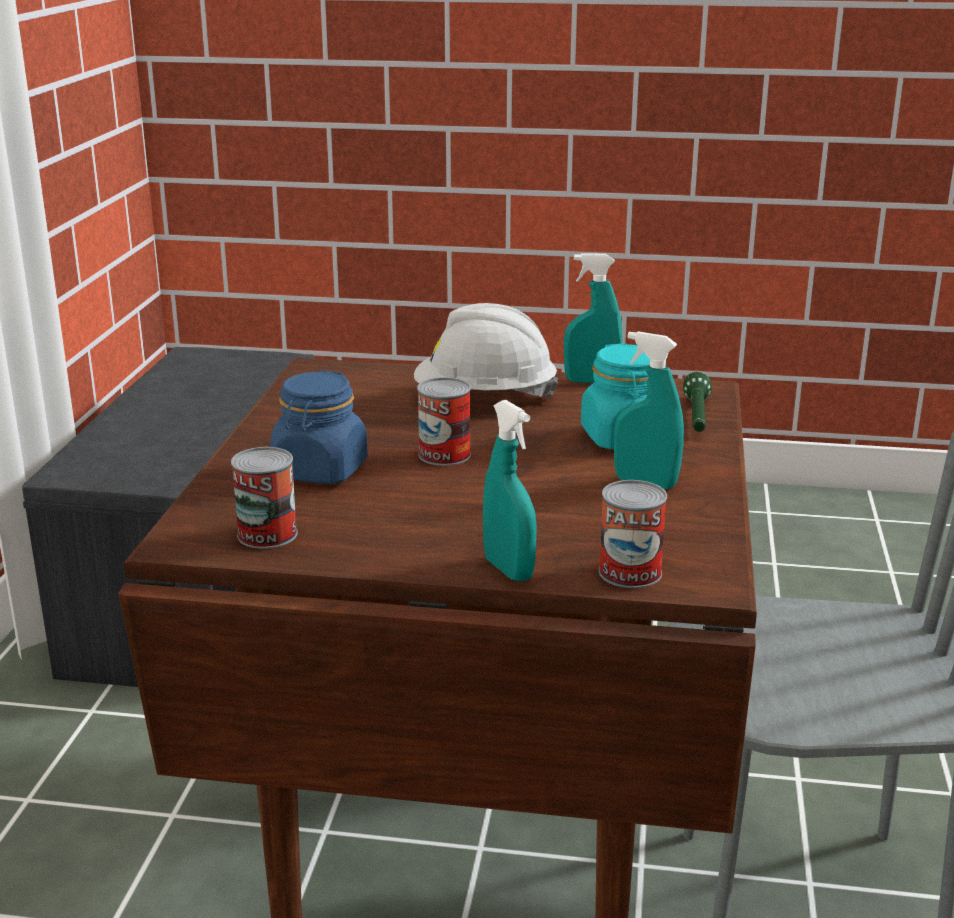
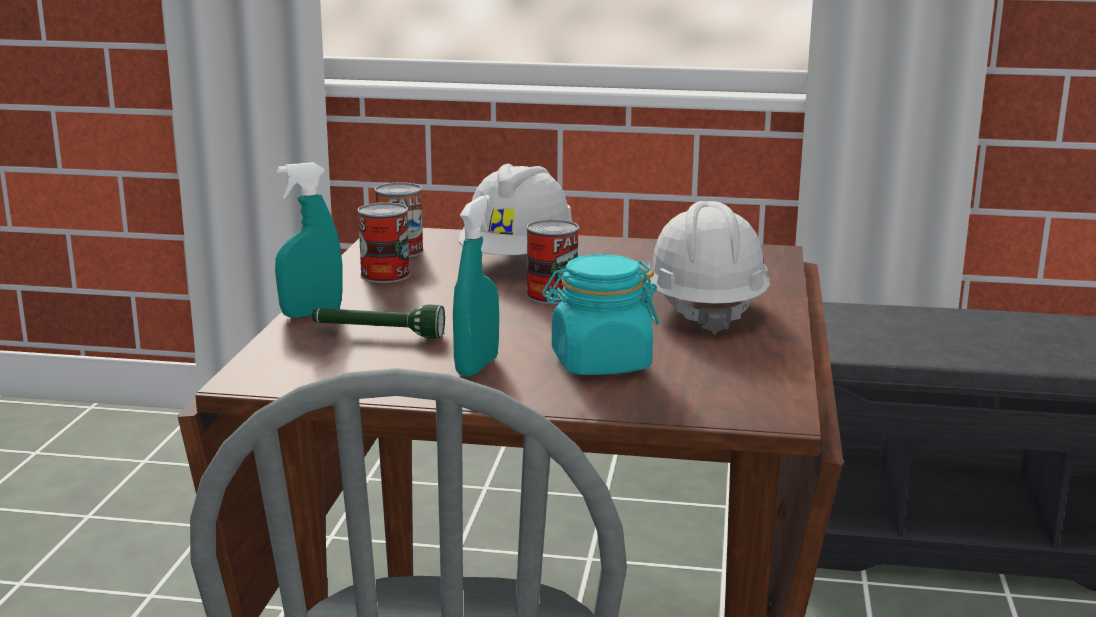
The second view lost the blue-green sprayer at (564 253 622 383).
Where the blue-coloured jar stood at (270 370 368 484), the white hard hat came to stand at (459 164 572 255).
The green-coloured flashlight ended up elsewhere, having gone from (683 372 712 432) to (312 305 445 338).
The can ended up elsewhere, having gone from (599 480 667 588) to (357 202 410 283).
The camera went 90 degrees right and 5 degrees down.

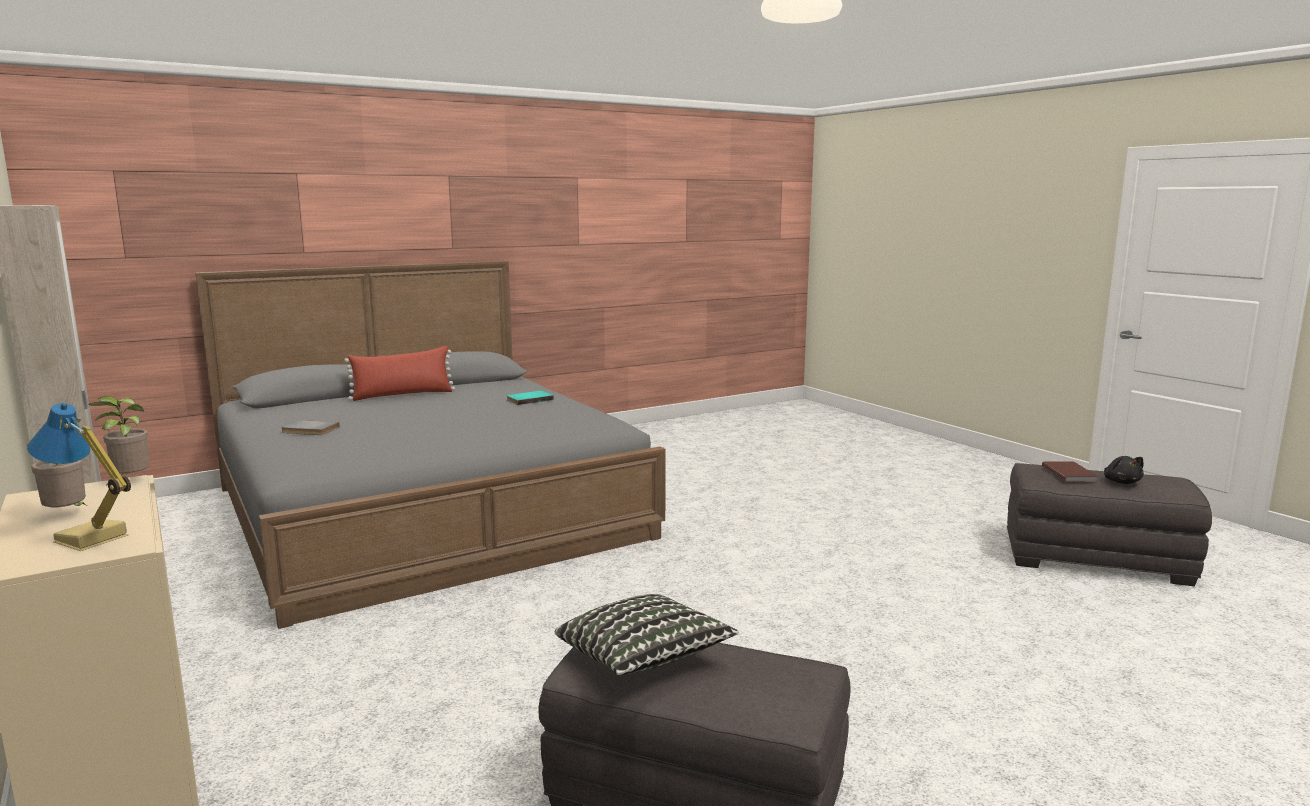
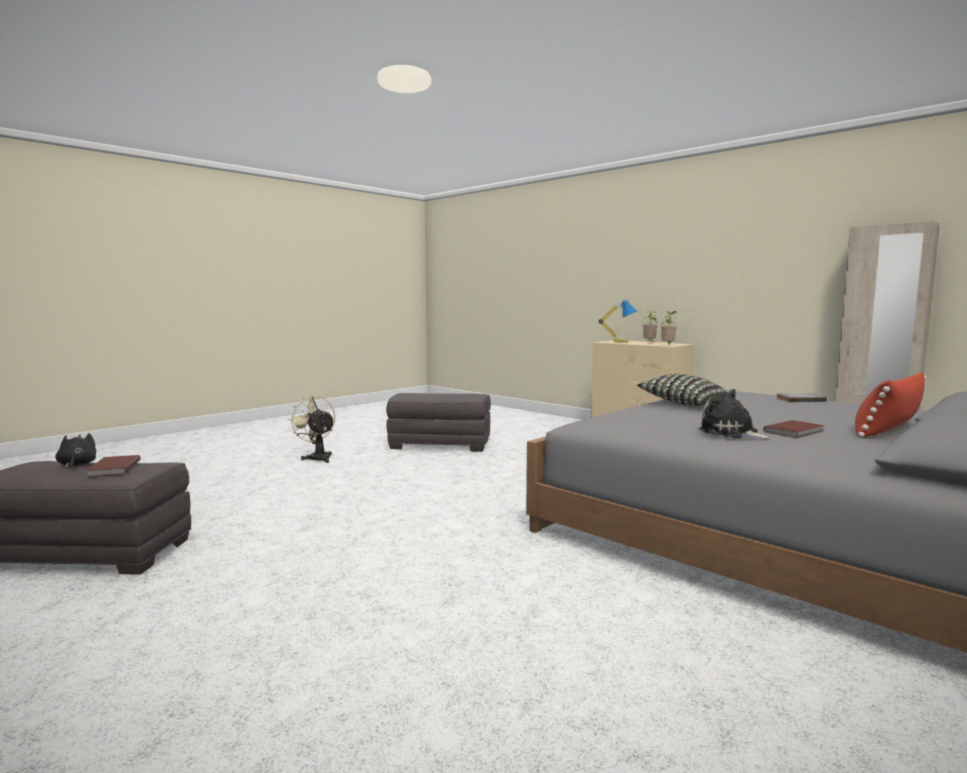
Where the blue-green book stood at (506 391 554 405), the soft toy came to stand at (699 389 773 439).
The pillow ended up elsewhere, having gone from (555 594 739 676) to (637 374 728 407).
The second view gained the beige-coloured electric fan at (288 397 335 463).
The second view gained the brown-coloured book at (763 420 825 438).
The camera went 165 degrees right and 5 degrees down.

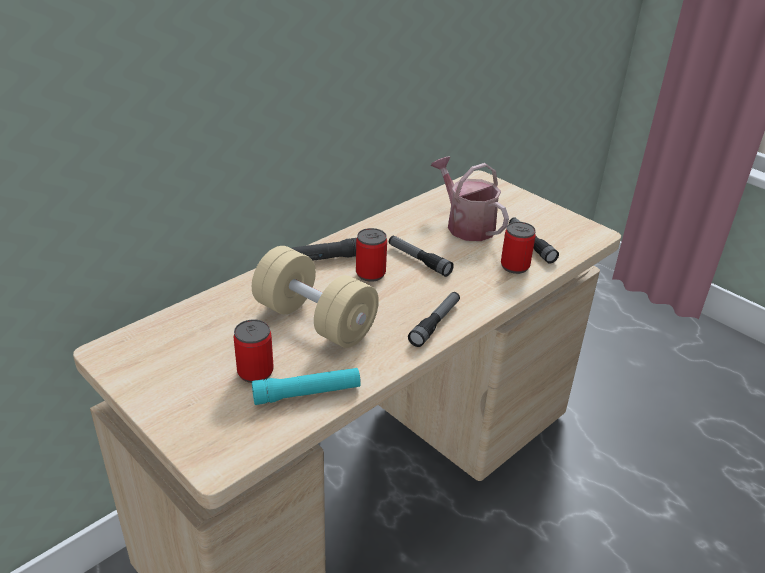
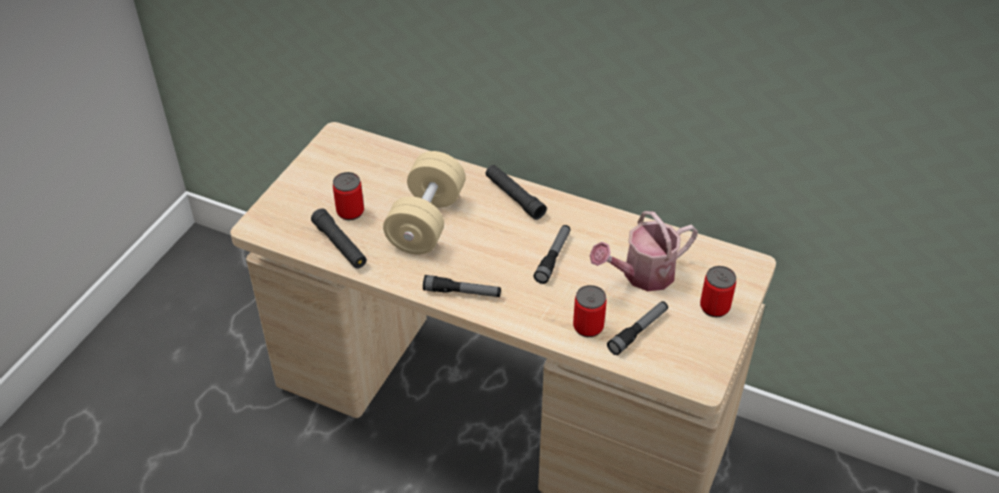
The watering can at (431 157 509 241) ended up facing another way, 150 degrees counterclockwise from before.
The can ended up elsewhere, having gone from (356 228 387 282) to (700 266 736 317).
What was the blue-green flashlight at (252 368 361 405) turned into the black-coloured flashlight at (311 208 367 269).
The camera went 70 degrees right and 10 degrees up.

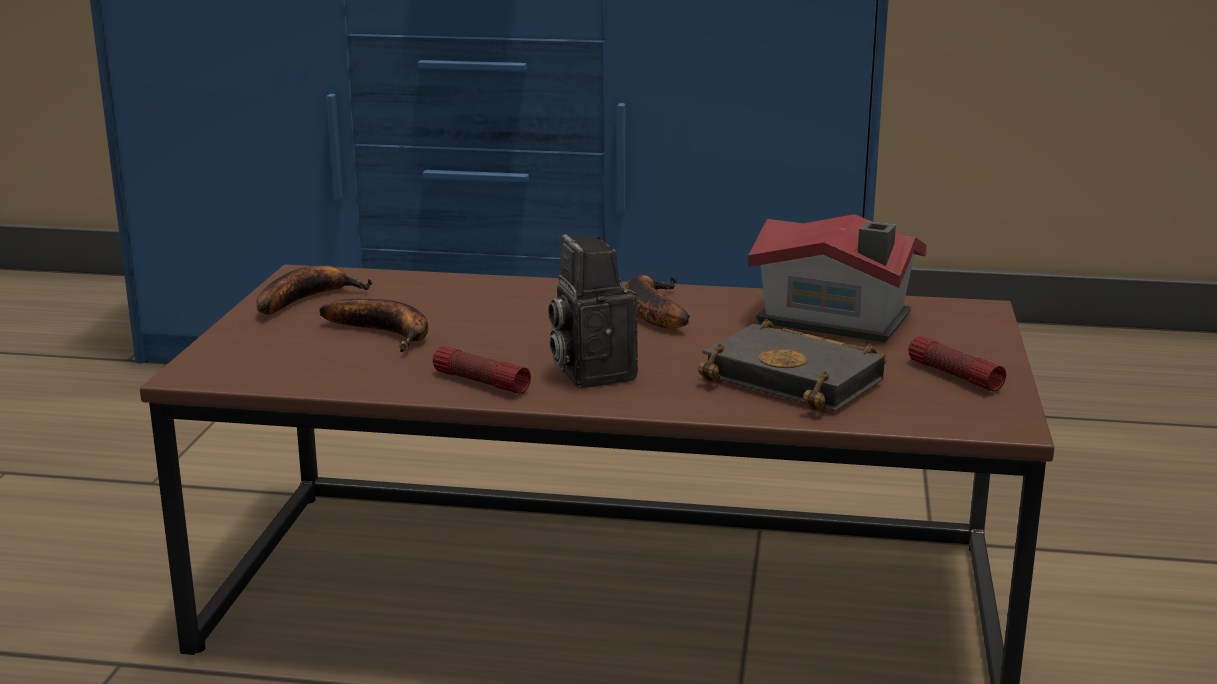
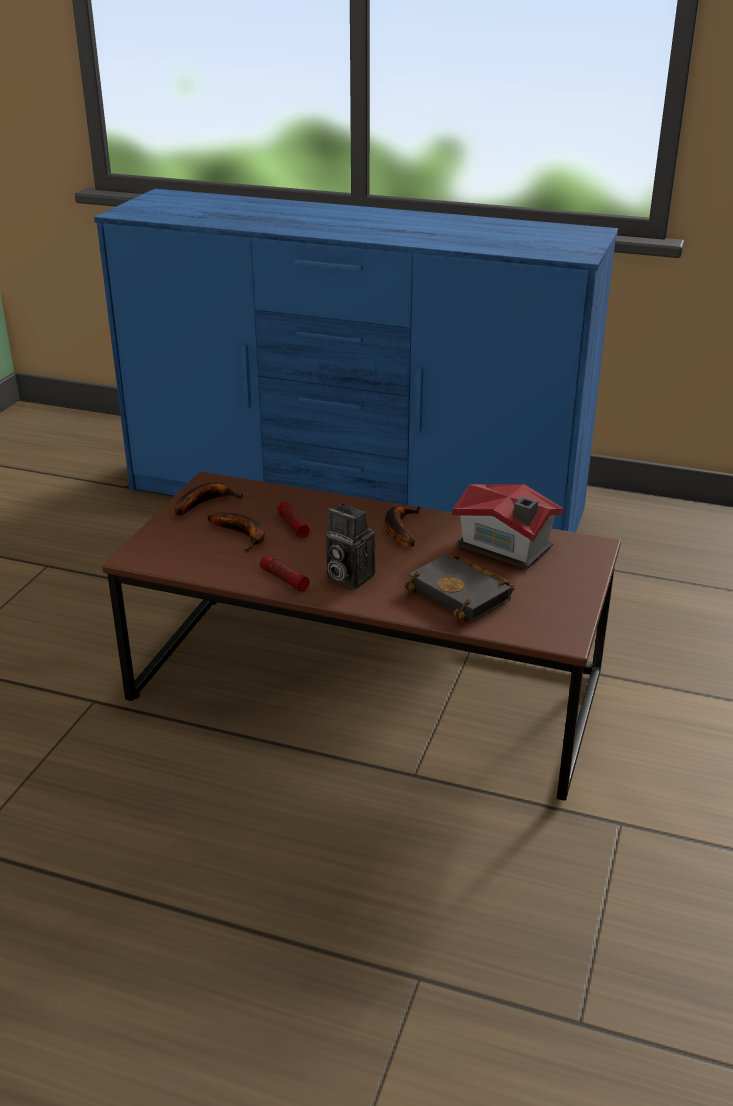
The photo camera at (548 234 638 388) ended up facing another way, 45 degrees counterclockwise from before.
The flashlight ended up elsewhere, having gone from (908 336 1006 392) to (277 502 310 538).
The camera went 10 degrees right and 10 degrees up.

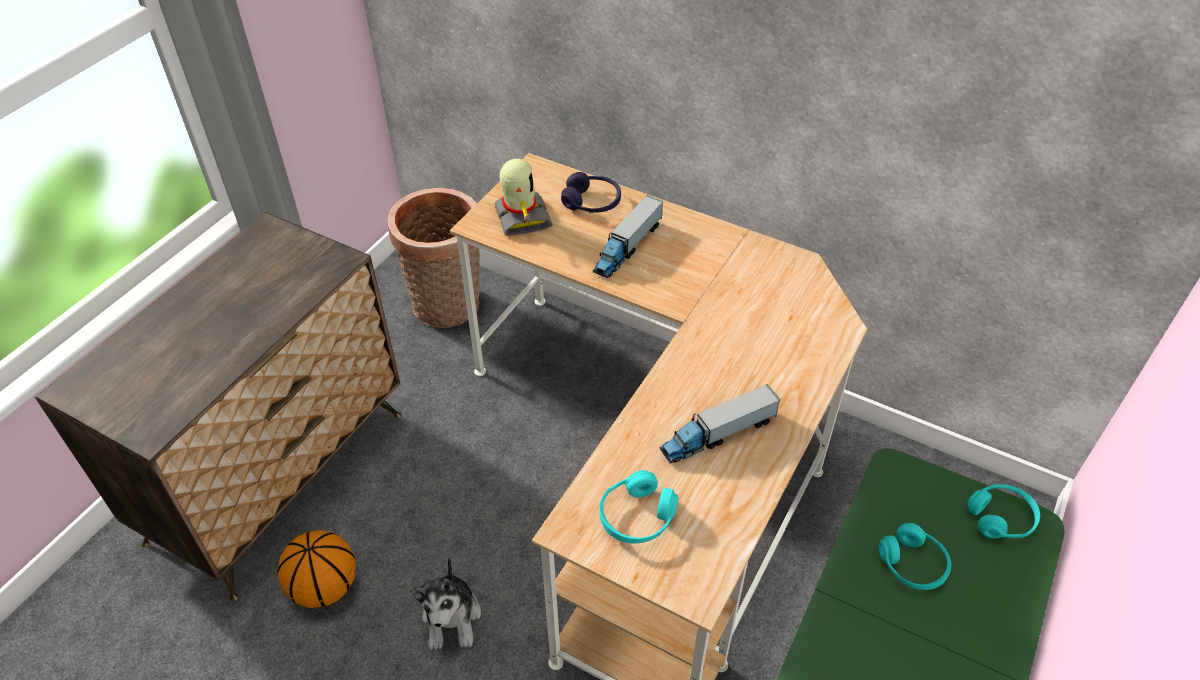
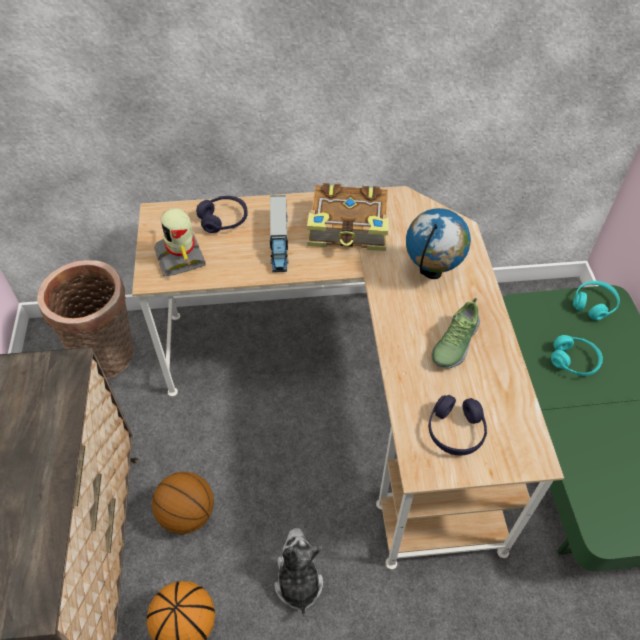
The model robot at (495 159 553 236) ended up facing another way, 150 degrees counterclockwise from before.
Where the model truck stood at (660 384 781 463), the low shoe came to stand at (431 298 480 368).
What was the blue-green headphones at (599 470 679 543) turned into the purple headphones at (428 395 487 455).
The soft toy at (410 556 481 650) ended up facing another way, 150 degrees counterclockwise from before.
The second view gained the book at (307 183 389 251).
The second view gained the desk globe at (406 208 471 279).
The second view gained the basketball ball at (152 472 214 534).
The camera went 35 degrees left and 5 degrees up.

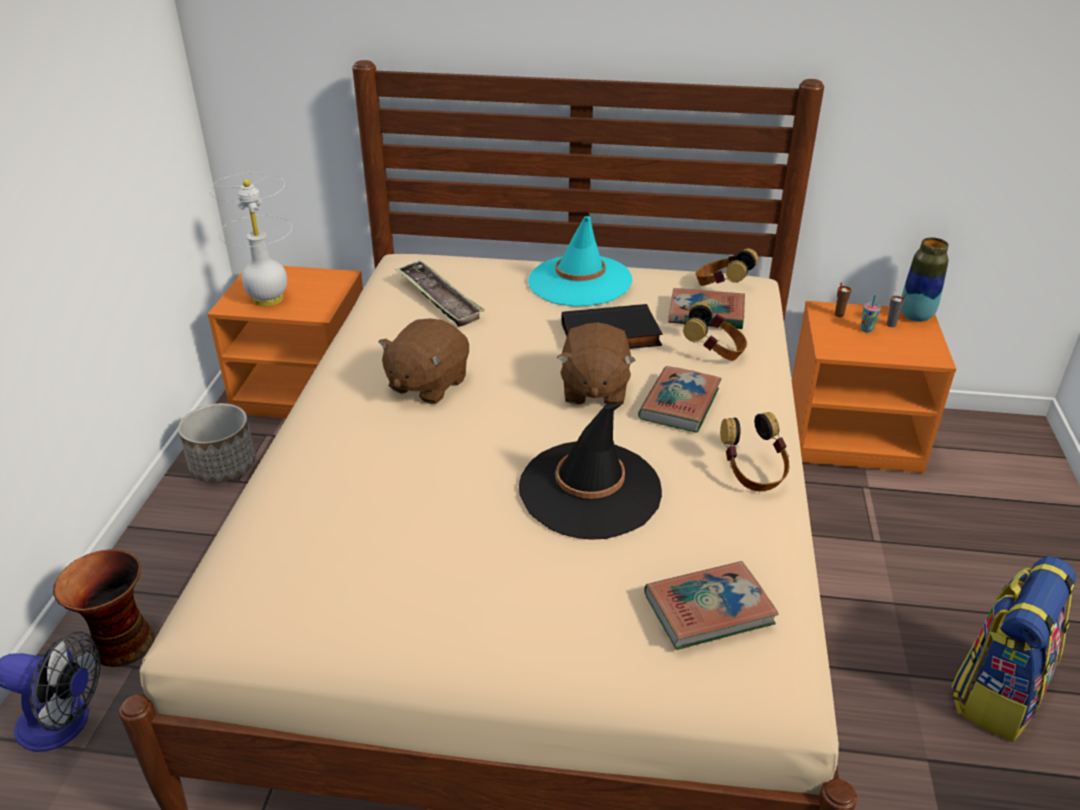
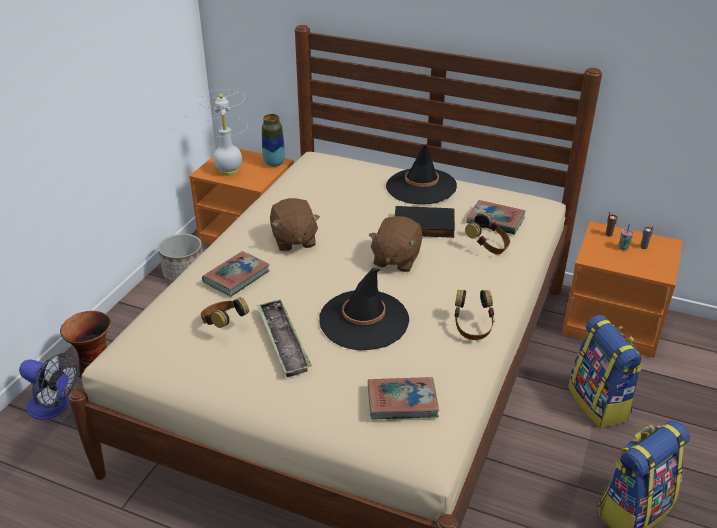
What was the blue-green wearable hat at (528 216 633 307) turned into the black-coloured wearable hat at (386 144 457 204).
The decorative vase ended up elsewhere, having gone from (901 237 949 322) to (262 114 285 167).
The headphones ended up elsewhere, having gone from (696 248 759 286) to (200 297 249 328).
The carrying tray ended up elsewhere, having gone from (395 260 484 327) to (257 299 312 377).
The brown-coloured soft toy at (378 319 469 404) ended up facing another way, 60 degrees counterclockwise from before.
The book ended up elsewhere, having gone from (638 366 722 433) to (202 251 270 297).
The second view gained the rucksack at (568 315 643 428).
The camera went 15 degrees right and 0 degrees up.

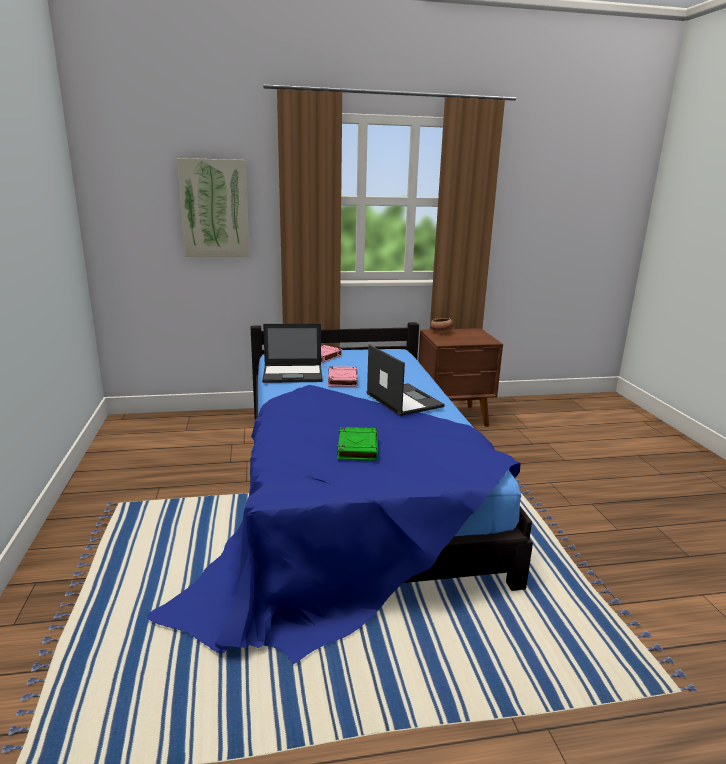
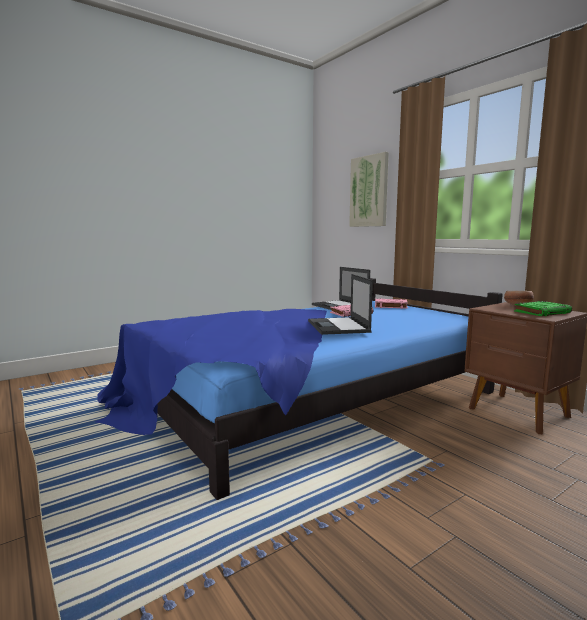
The notebook computer at (366 344 445 416) ended up facing another way, 135 degrees clockwise from before.
The green-coloured book ended up elsewhere, having gone from (337 427 379 461) to (514 301 572 316).
The camera went 65 degrees right and 10 degrees down.

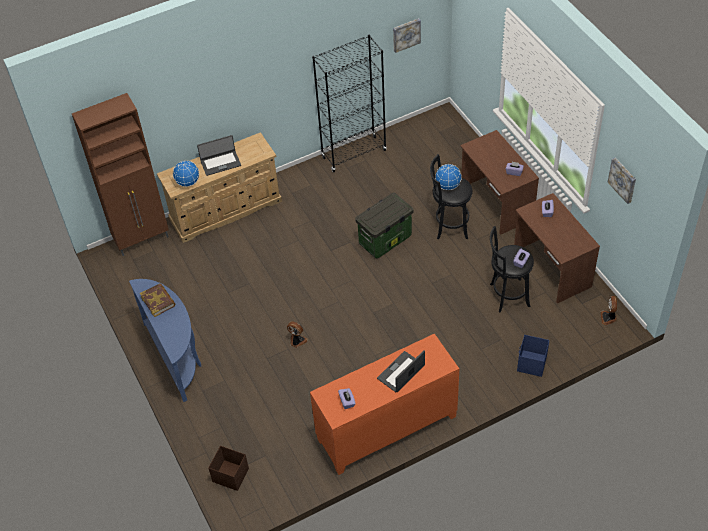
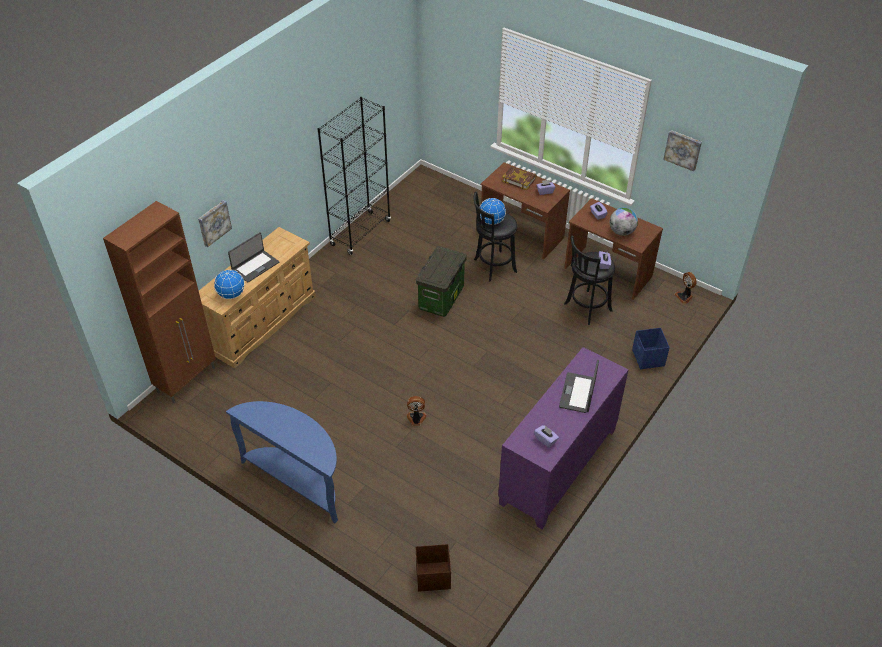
The wall art ended up elsewhere, having gone from (393 18 421 53) to (198 200 232 247).
The book ended up elsewhere, having gone from (140 283 175 317) to (502 166 537 190).
What was the orangey storage cabinet at (310 334 459 475) turned into the purple storage cabinet at (498 347 629 529).
The second view gained the desk globe at (610 208 638 236).
The camera went 30 degrees left and 5 degrees down.

